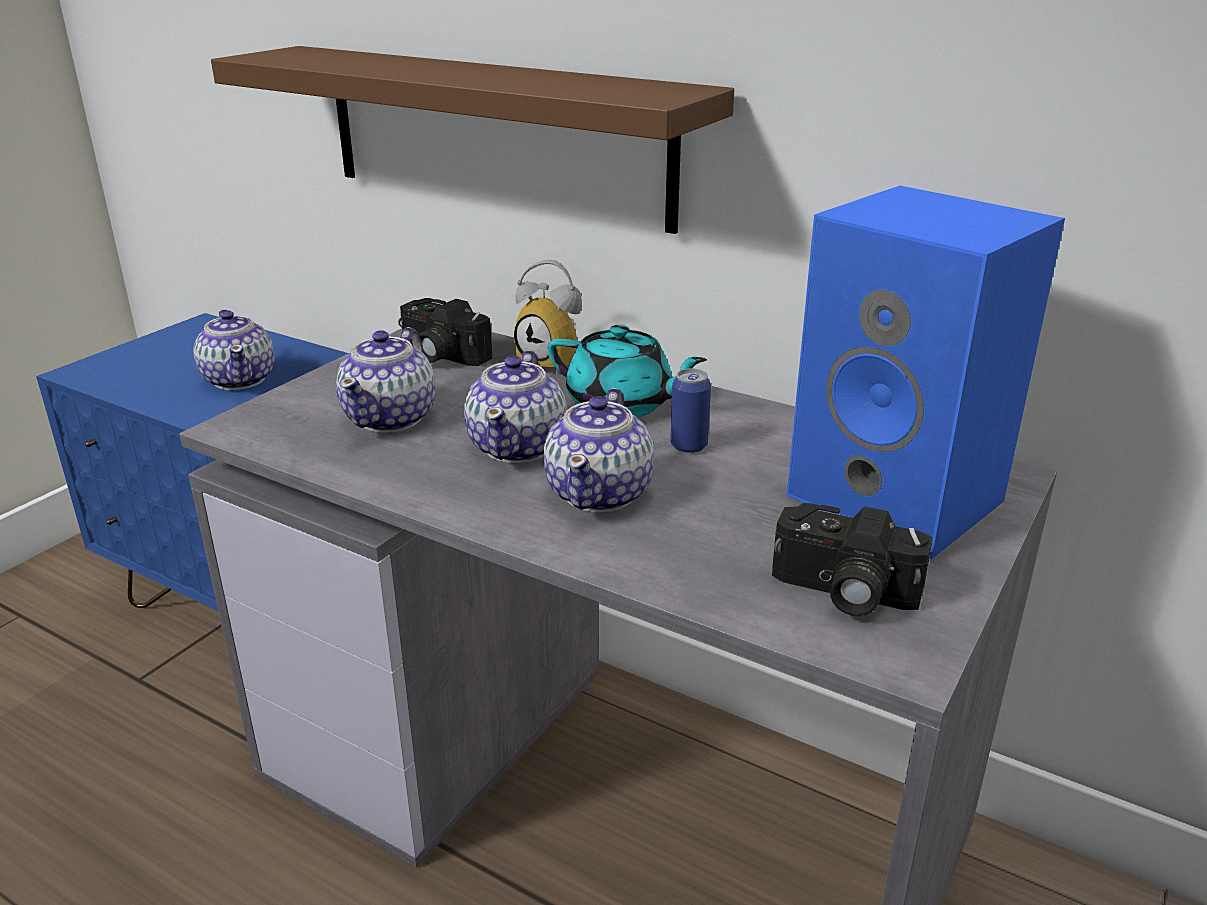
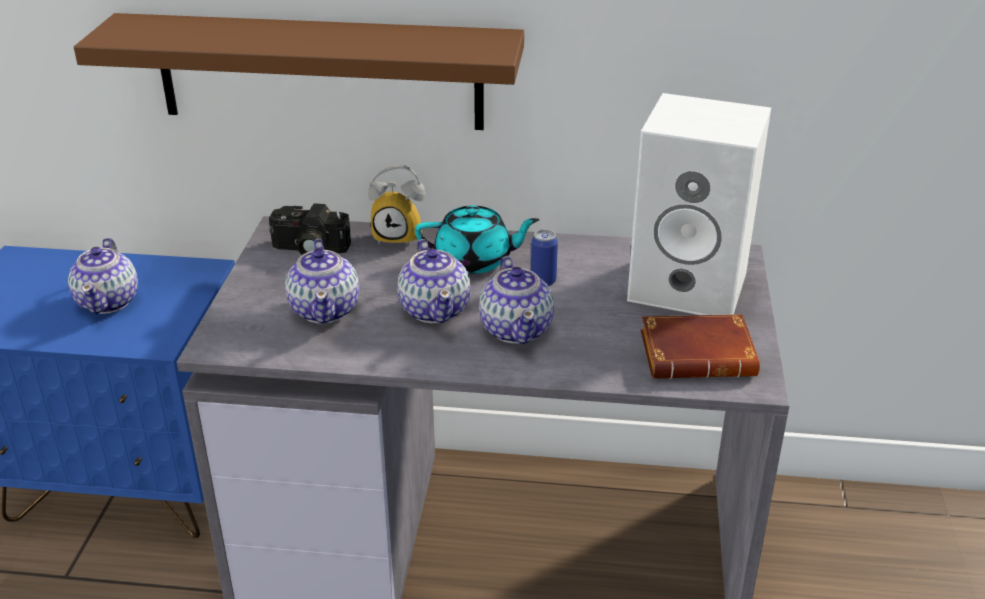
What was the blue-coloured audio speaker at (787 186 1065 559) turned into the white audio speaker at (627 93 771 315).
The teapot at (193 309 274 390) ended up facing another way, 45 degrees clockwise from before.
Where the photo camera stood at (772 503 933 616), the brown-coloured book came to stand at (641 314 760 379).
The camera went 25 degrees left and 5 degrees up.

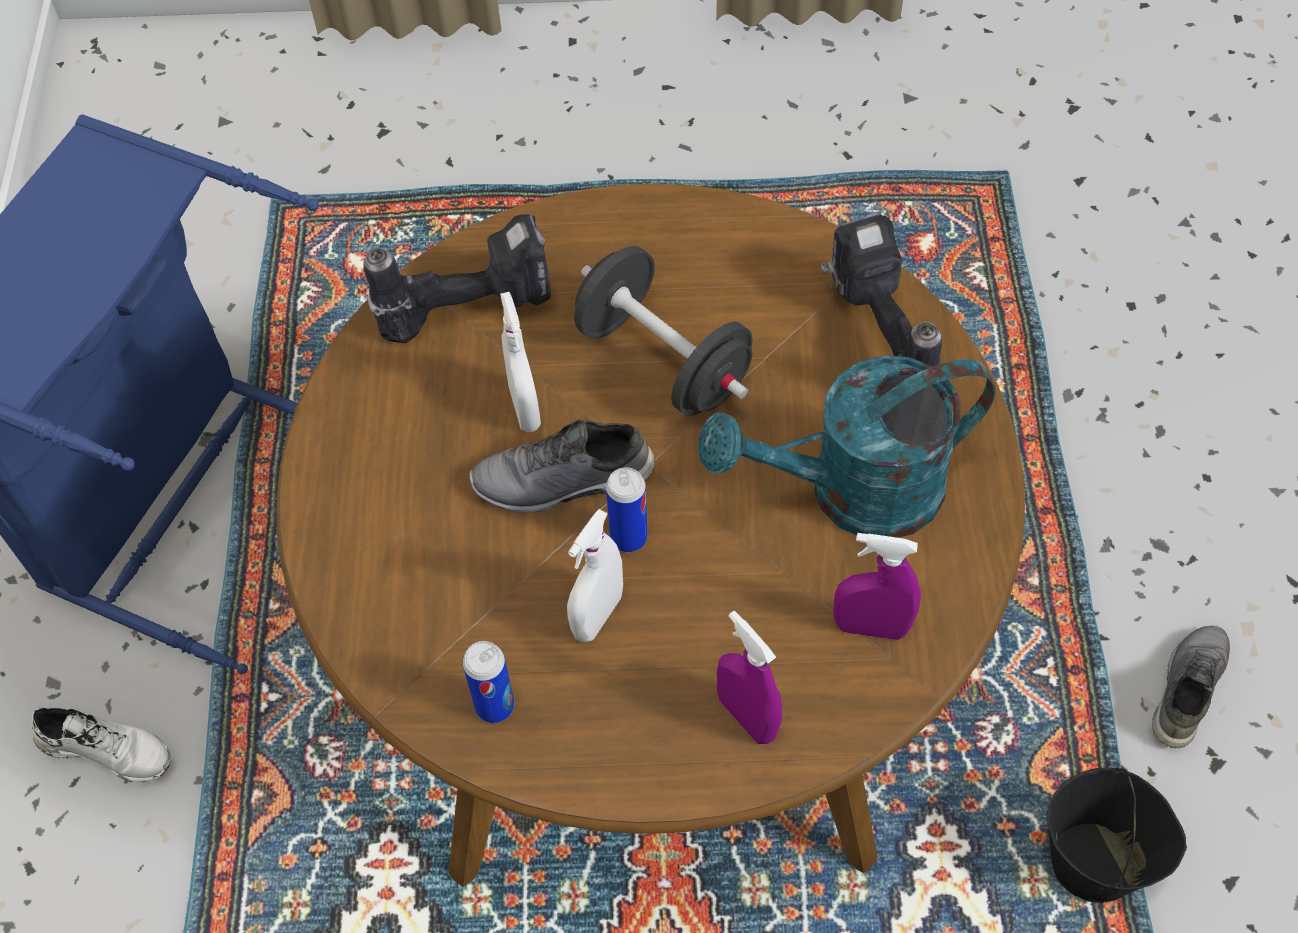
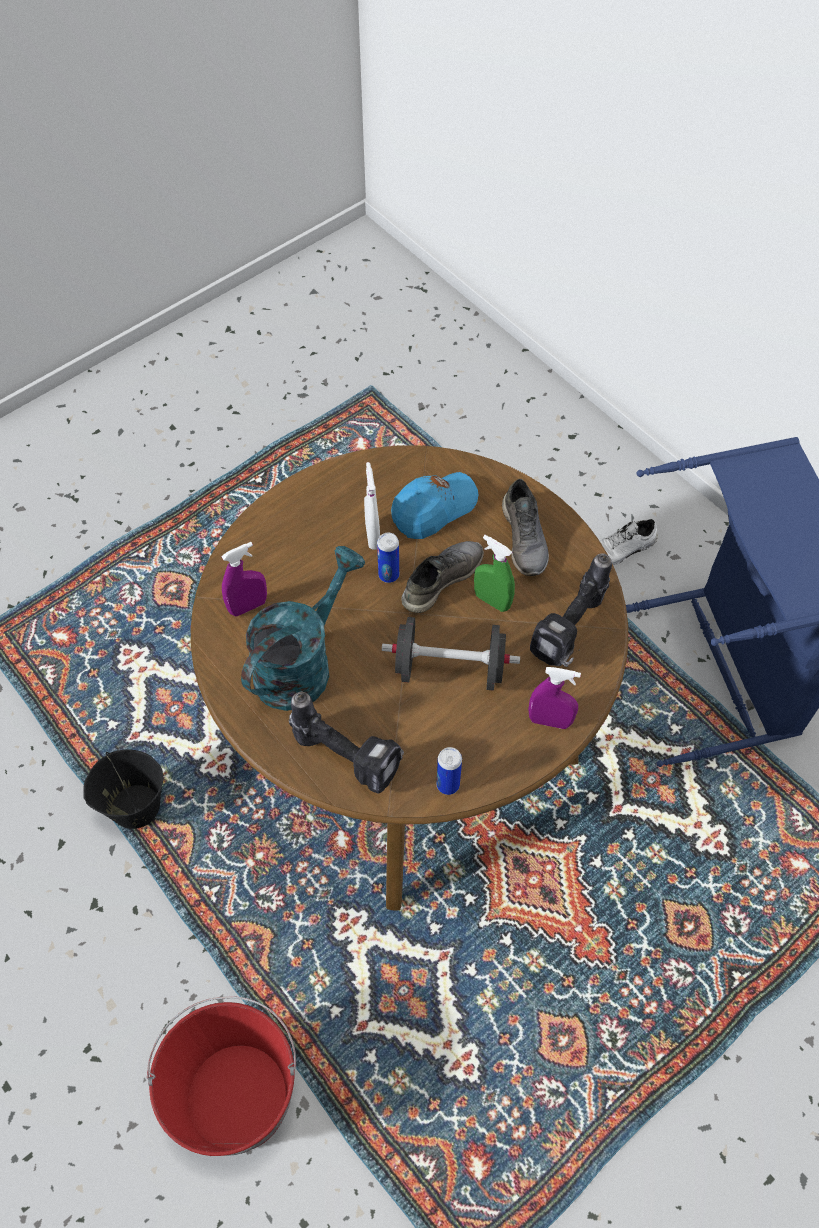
What was the white sprayer at (500 292 541 432) turned into the green-coloured sprayer at (474 535 515 612).
The purple sprayer ended up elsewhere, having gone from (717 611 782 744) to (528 667 581 729).
The grey low shoe ended up elsewhere, having gone from (1152 625 1230 748) to (502 479 549 576).
The can ended up elsewhere, having gone from (463 641 514 723) to (437 747 462 795).
The second view gained the blue-coloured peaked cap at (391 472 478 539).
The second view gained the red-coloured water bucket at (147 996 296 1156).
The camera went 140 degrees right and 0 degrees up.

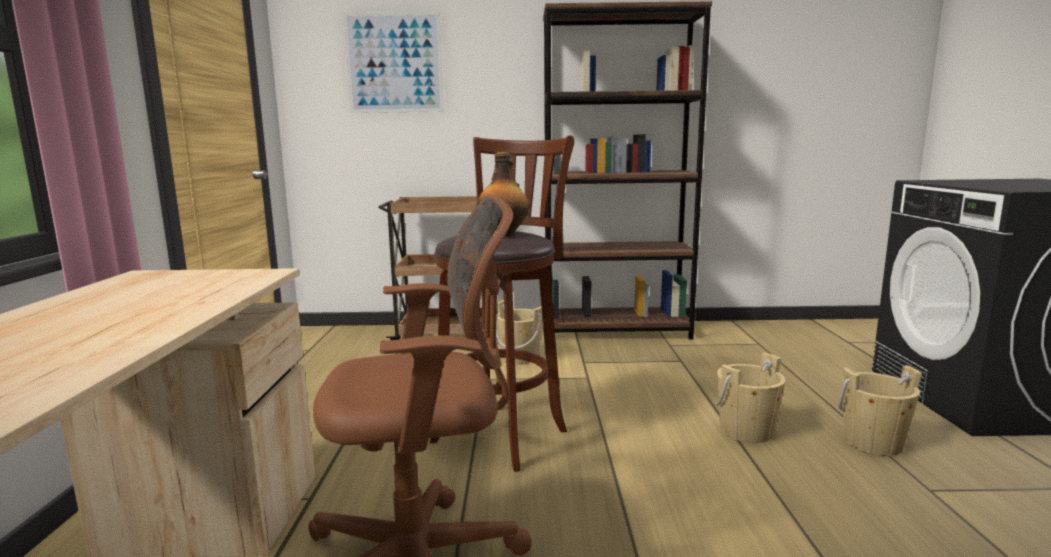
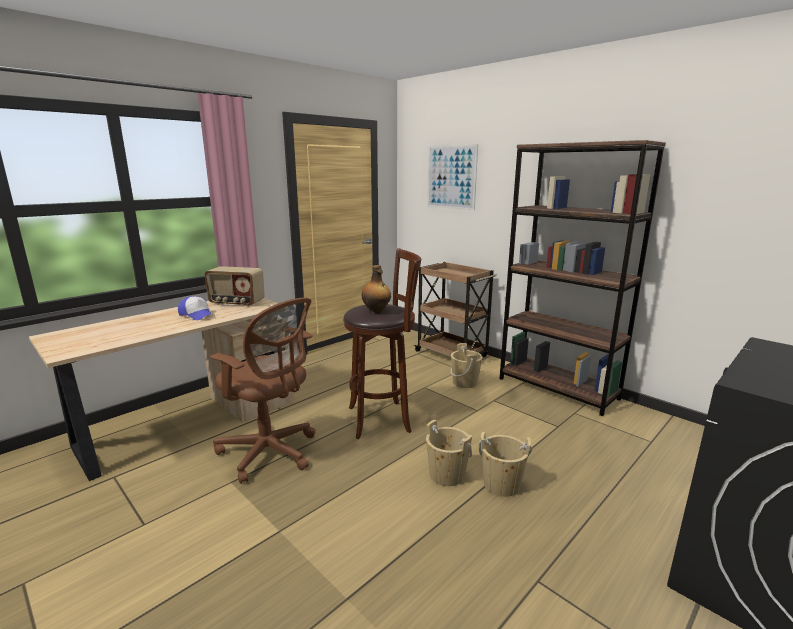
The beige-coloured water bucket ended up elsewhere, having gone from (839 365 922 456) to (426 420 472 486).
The second view gained the radio at (204 266 265 307).
The second view gained the peaked cap at (178 296 212 320).
The camera went 45 degrees right and 5 degrees up.

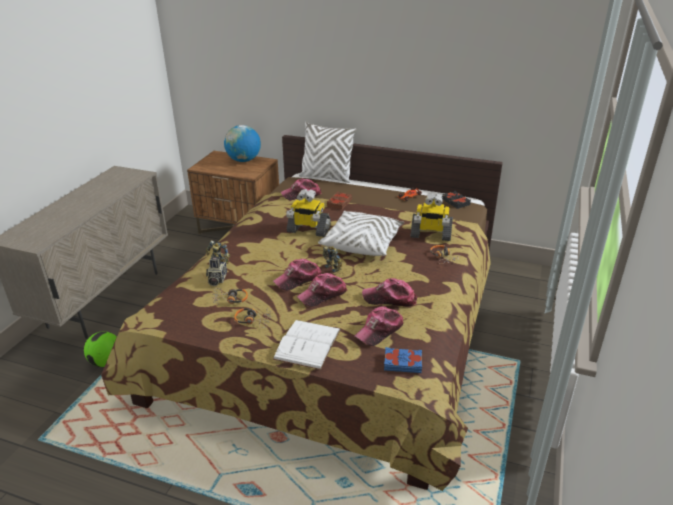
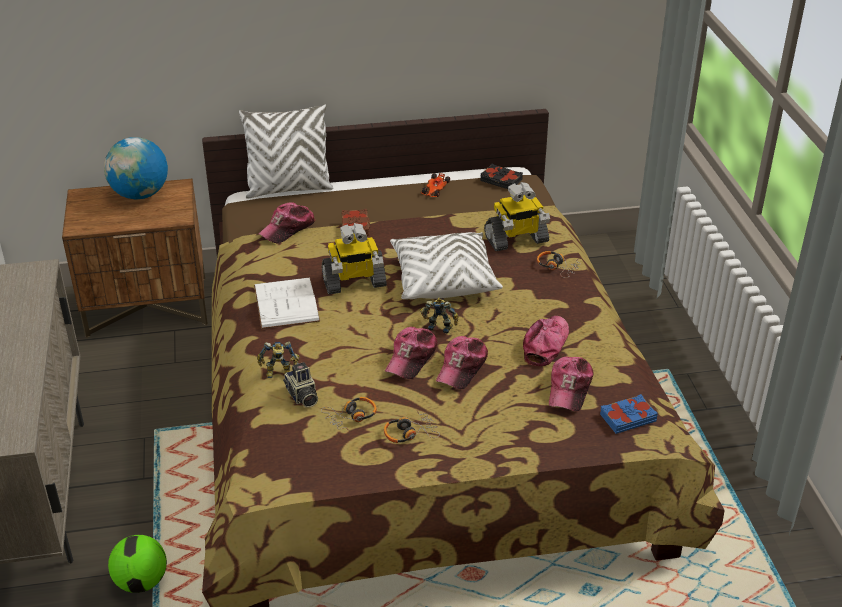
The peaked cap at (362 278 417 307) ended up facing another way, 135 degrees clockwise from before.
The white book ended up elsewhere, having gone from (273 320 341 370) to (254 278 320 329).
The camera went 30 degrees left and 5 degrees up.

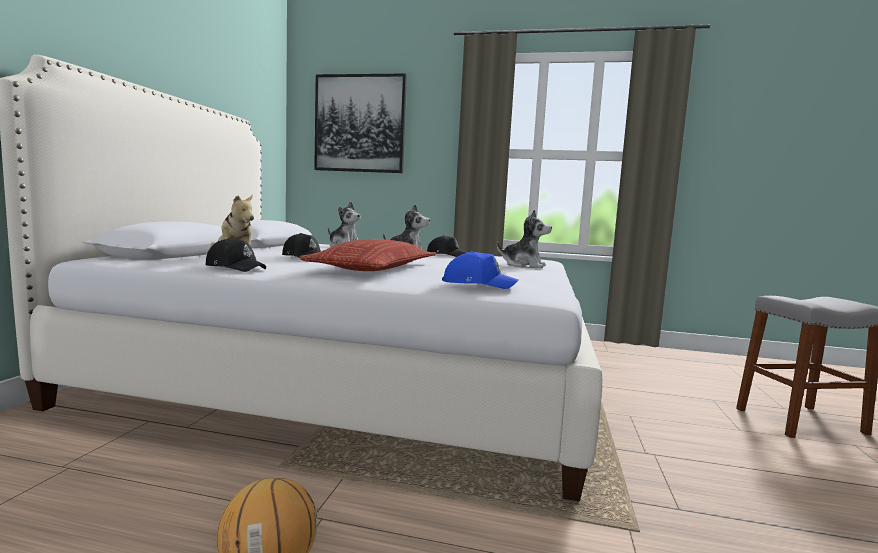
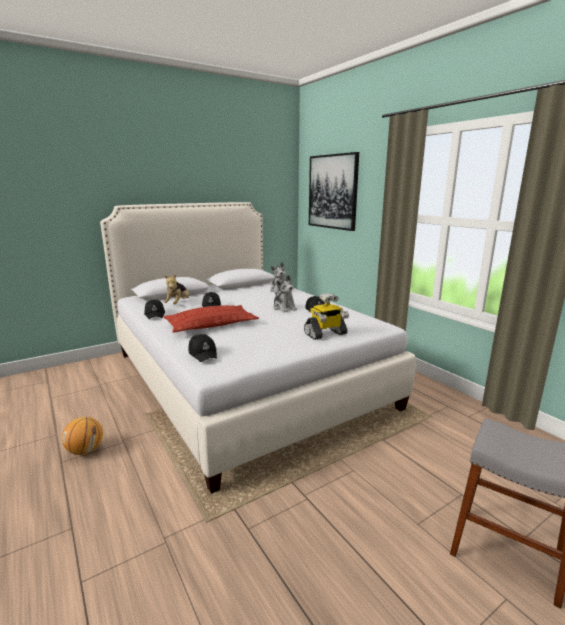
Where the soft toy stood at (497 209 552 268), the model robot came to stand at (304 293 349 340).
What was the blue-coloured peaked cap at (442 251 518 289) turned into the black-coloured peaked cap at (188 334 217 362).
The camera went 45 degrees right and 10 degrees up.

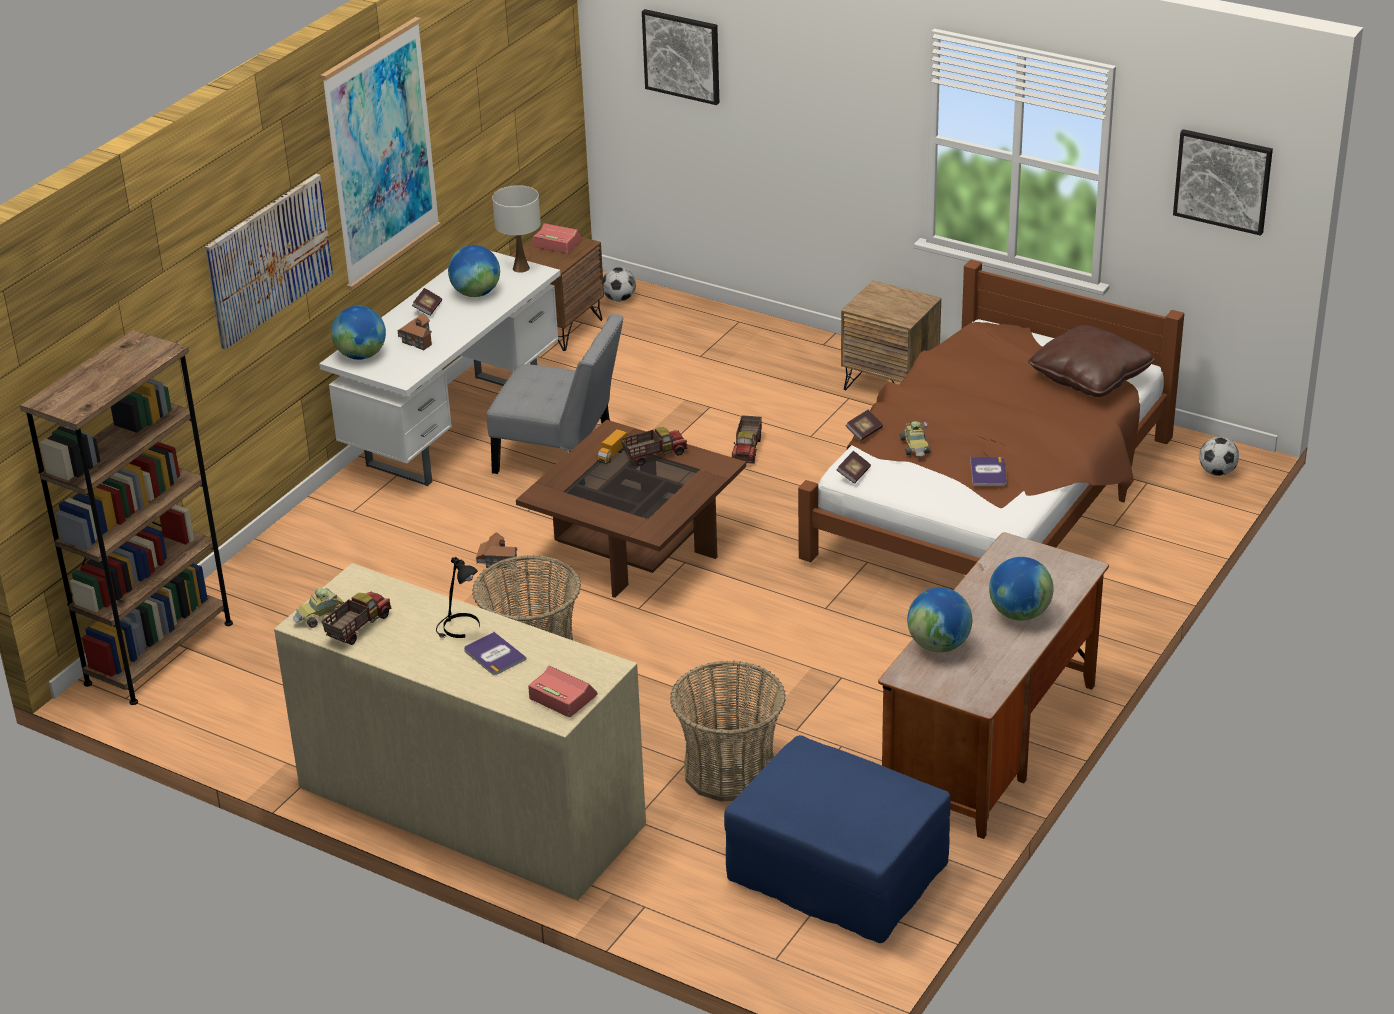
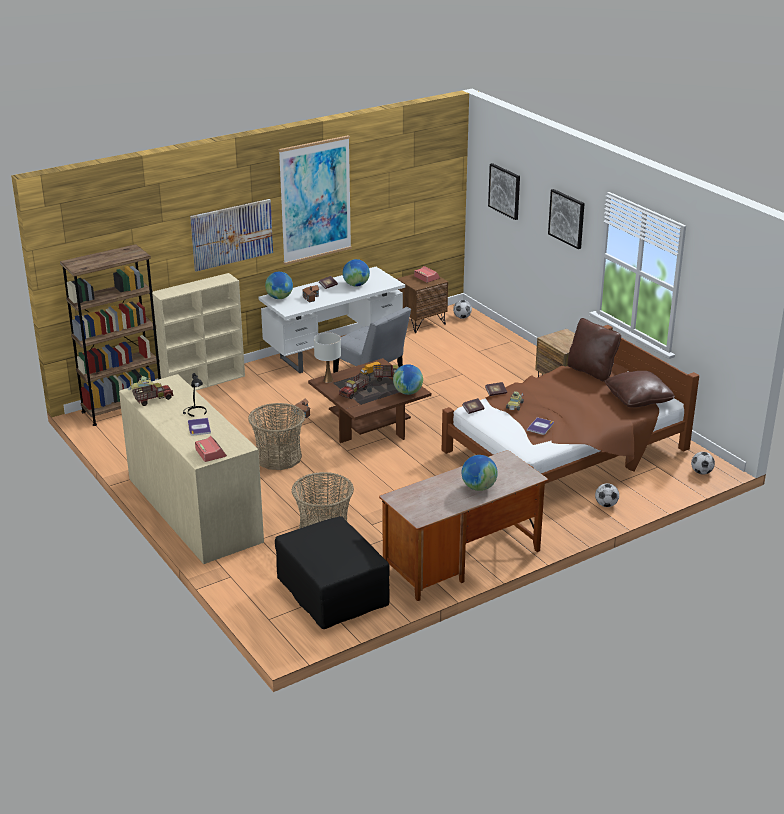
The wall art ended up elsewhere, having gone from (1173 129 1273 236) to (548 189 585 249).
The white table lamp ended up elsewhere, having gone from (492 185 541 273) to (314 332 341 383).
The model truck ended up elsewhere, having gone from (732 415 762 464) to (339 373 369 399).
The desk globe ended up elsewhere, having gone from (907 588 972 652) to (393 364 423 395).
What was the blue-coloured pouffe at (724 735 951 943) turned into the black-coloured pouffe at (275 516 390 629).
The second view gained the beige-coloured shelving unit at (152 273 245 390).
The second view gained the brown-coloured pillow at (567 318 621 382).
The second view gained the ball for football at (595 483 619 507).
The camera went 25 degrees right and 5 degrees down.

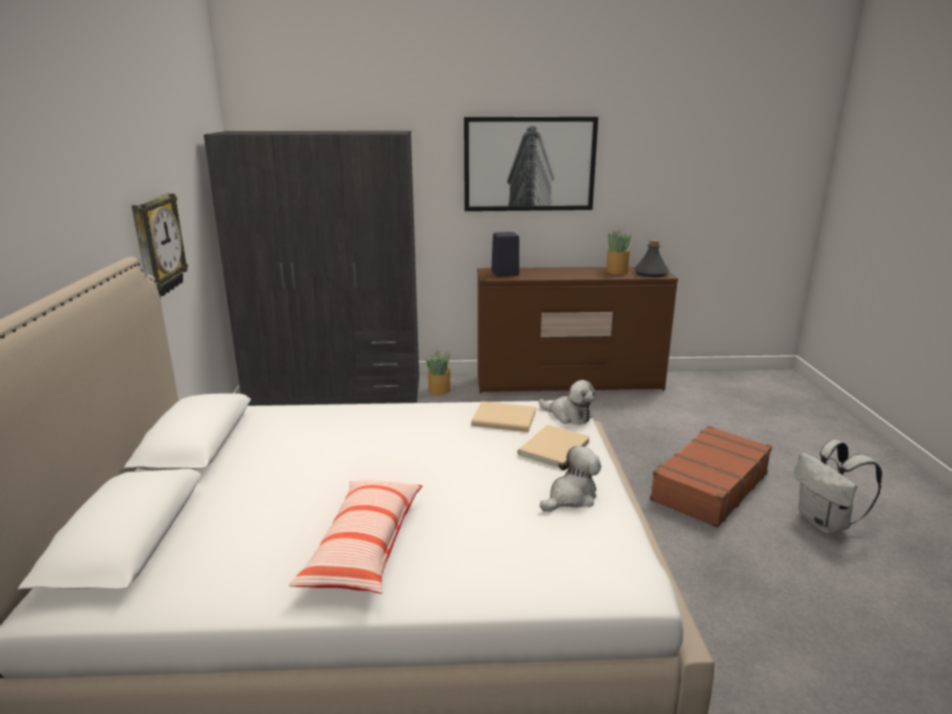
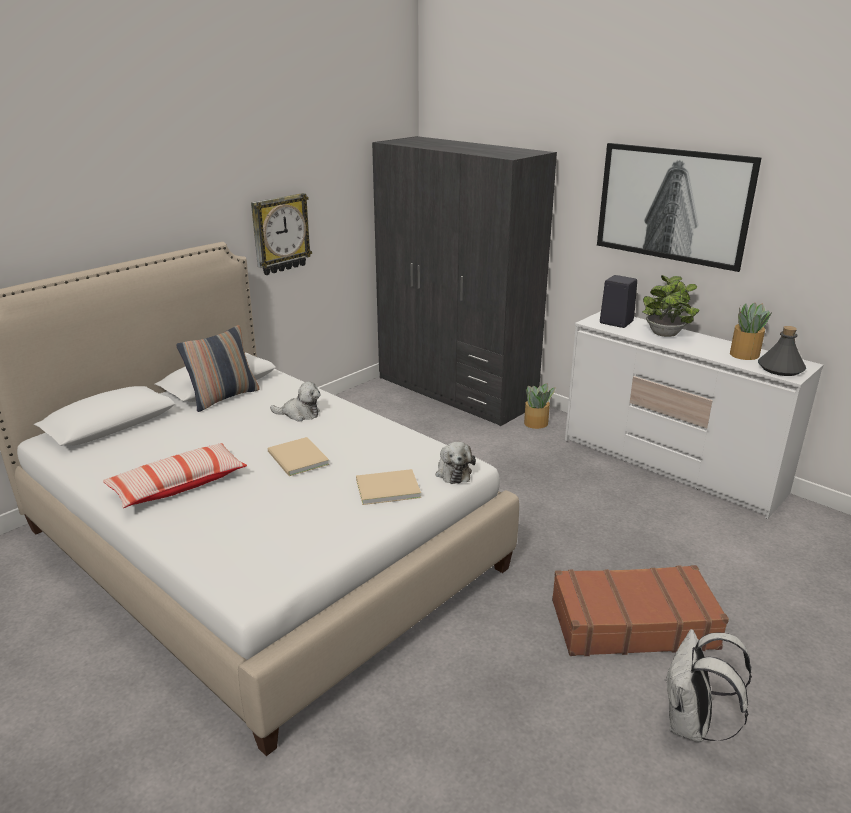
What was the brown-coloured chest of drawers at (477 267 678 394) turned into the white chest of drawers at (565 311 823 519).
The beige-coloured book ended up elsewhere, having gone from (471 401 536 432) to (268 437 329 476).
The soft toy ended up elsewhere, having gone from (540 446 601 512) to (270 382 321 422).
The second view gained the houseplant at (642 275 699 337).
The second view gained the pillow at (176 325 260 412).
The camera went 45 degrees right and 5 degrees up.

